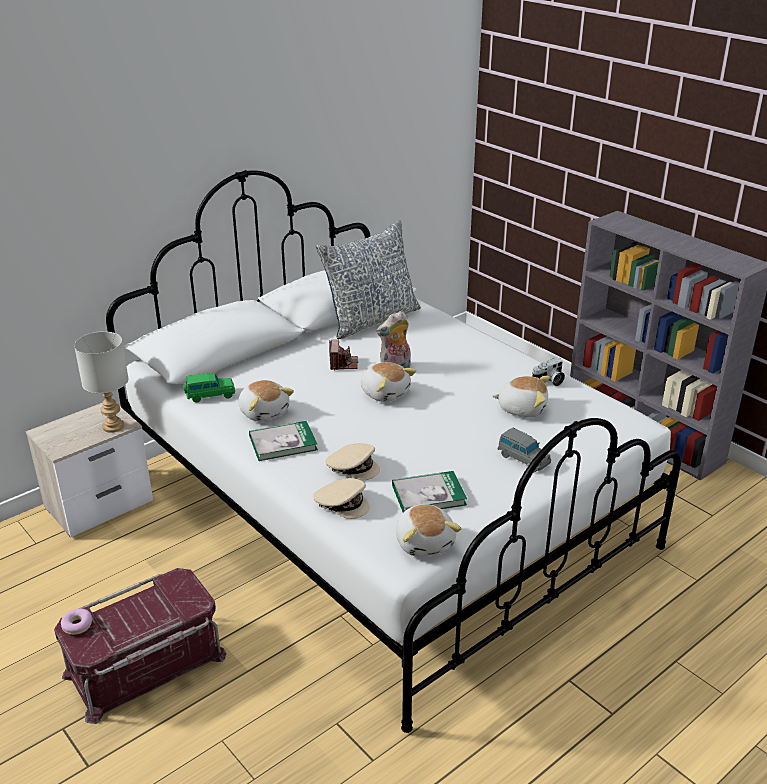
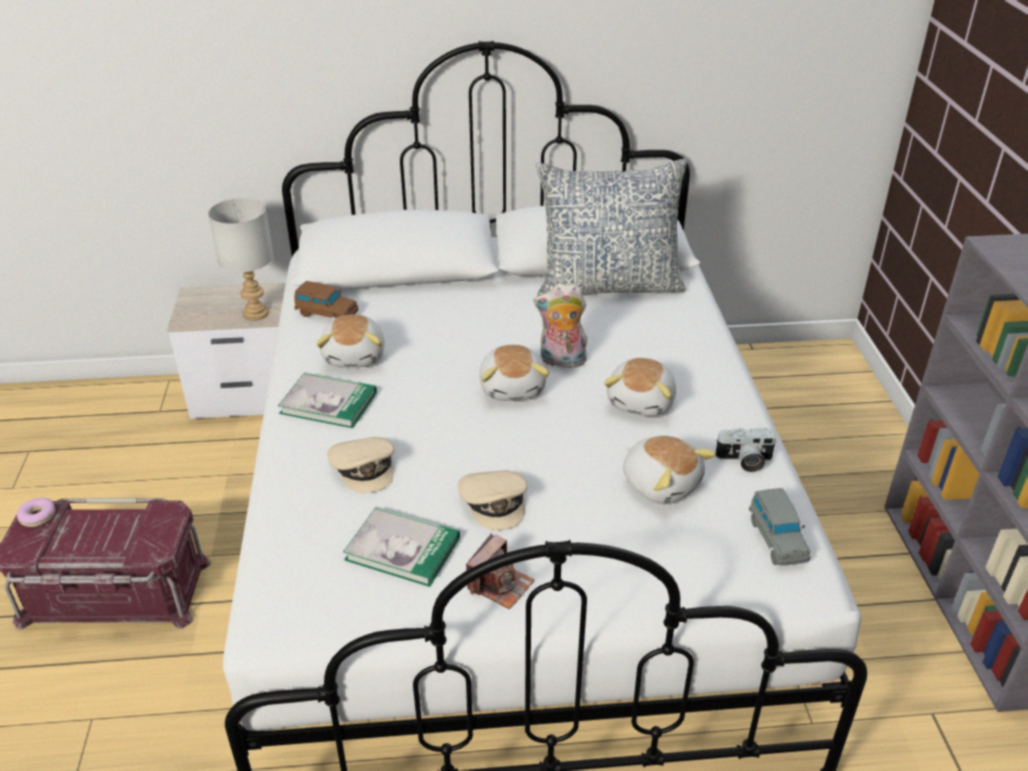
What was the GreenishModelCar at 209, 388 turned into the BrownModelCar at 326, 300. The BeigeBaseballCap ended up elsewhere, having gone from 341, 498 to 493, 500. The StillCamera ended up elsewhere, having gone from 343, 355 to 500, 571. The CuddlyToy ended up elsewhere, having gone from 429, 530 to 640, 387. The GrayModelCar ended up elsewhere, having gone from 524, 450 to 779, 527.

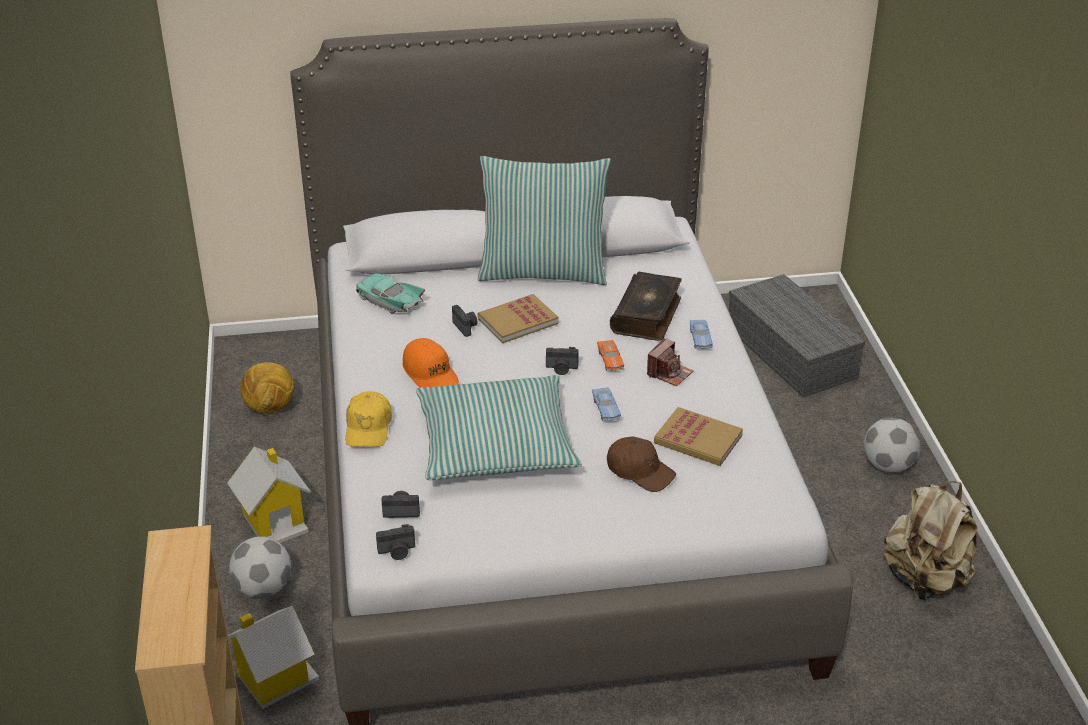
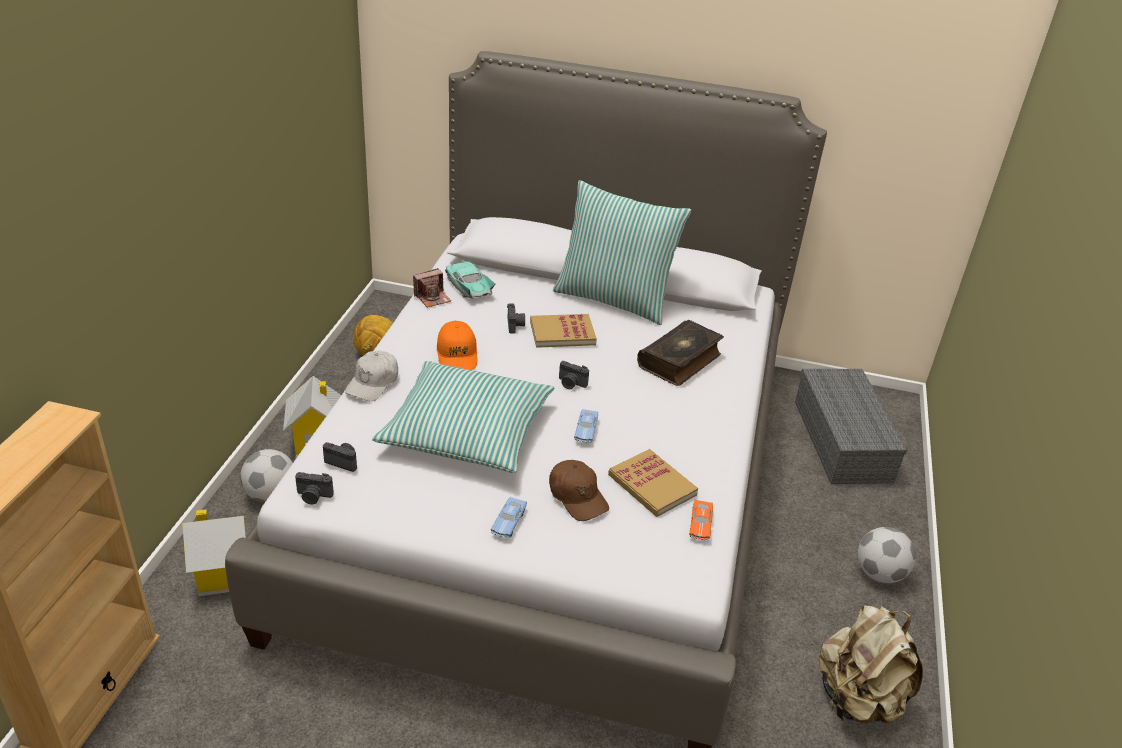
What was the YellowBaseballCap at 369, 419 turned into the WhiteBaseballCap at 371, 376. The StillCamera ended up elsewhere, having gone from 670, 362 to 432, 288. The BluishModelCar ended up elsewhere, having gone from 701, 334 to 509, 517. The OrangeyModelCar ended up elsewhere, having gone from 610, 355 to 701, 520.

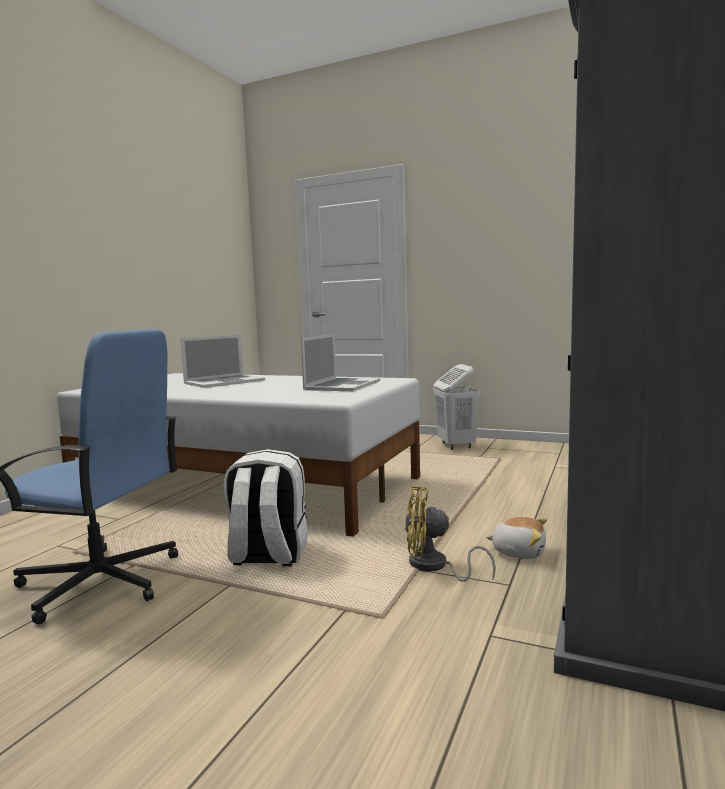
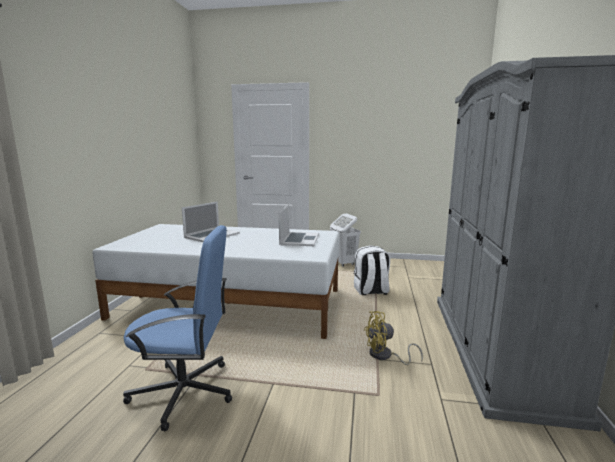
The WhiteKnapsack ended up elsewhere, having gone from 266, 508 to 372, 270. The second view lost the CuddlyToy at 516, 538.

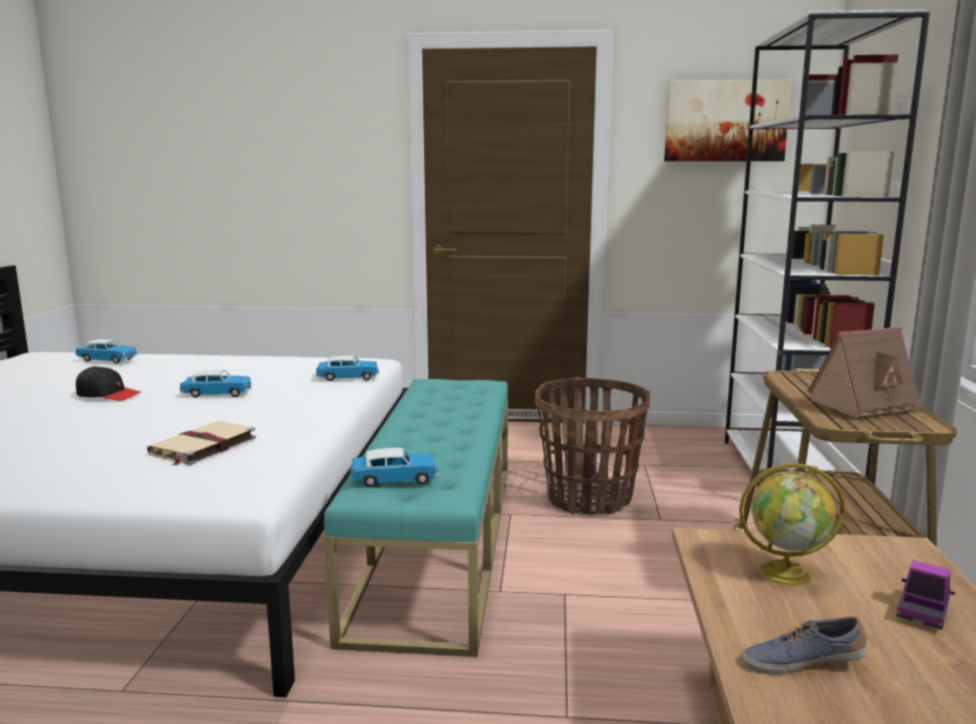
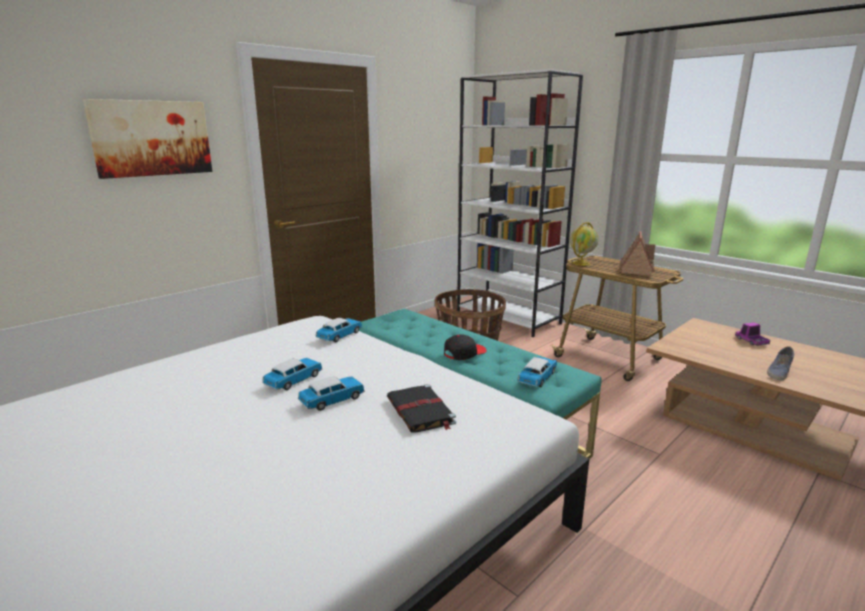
The WallPicture ended up elsewhere, having gone from 728, 120 to 147, 139. The ModelCar ended up elsewhere, having gone from 106, 351 to 331, 393. What was the BeigeVolume at 201, 443 turned into the BlackishVolume at 421, 408. The BlackishBaseballCap ended up elsewhere, having gone from 108, 383 to 465, 347. The DeskGlobe ended up elsewhere, having gone from 792, 525 to 584, 244.

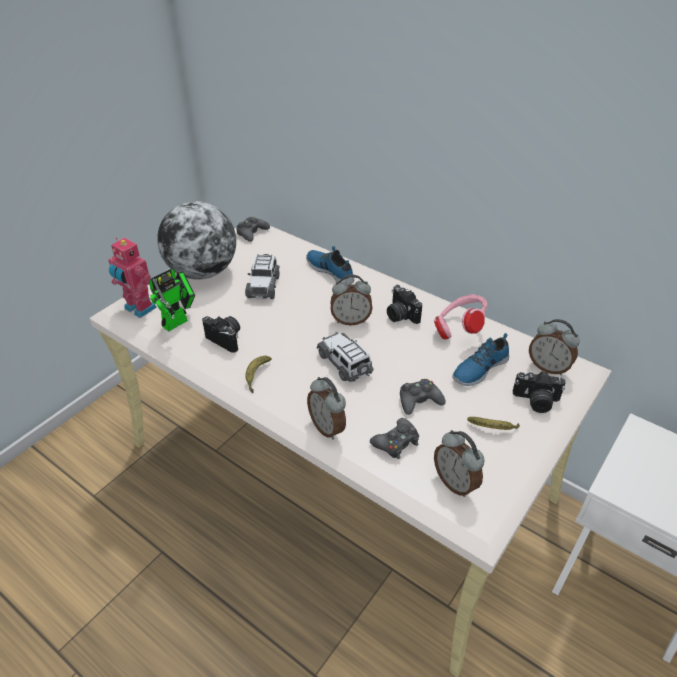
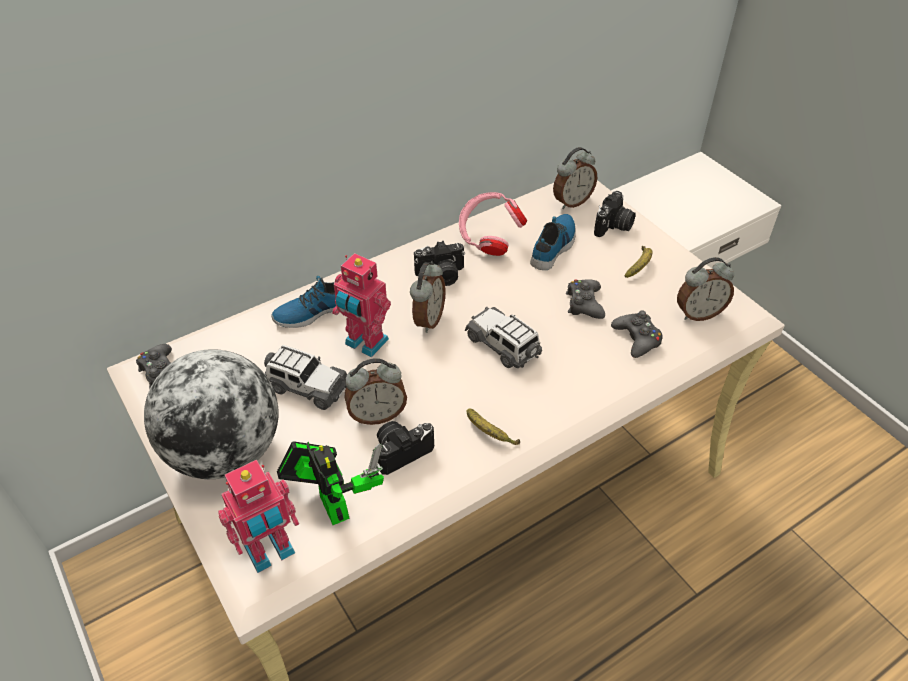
The second view gained the ToyRobot at 361, 305. The AlarmClock ended up elsewhere, having gone from 326, 408 to 375, 391. The ModelCar at 345, 357 ended up facing another way, 60 degrees clockwise from before. The LowShoe at 480, 359 ended up facing another way, 135 degrees counterclockwise from before.

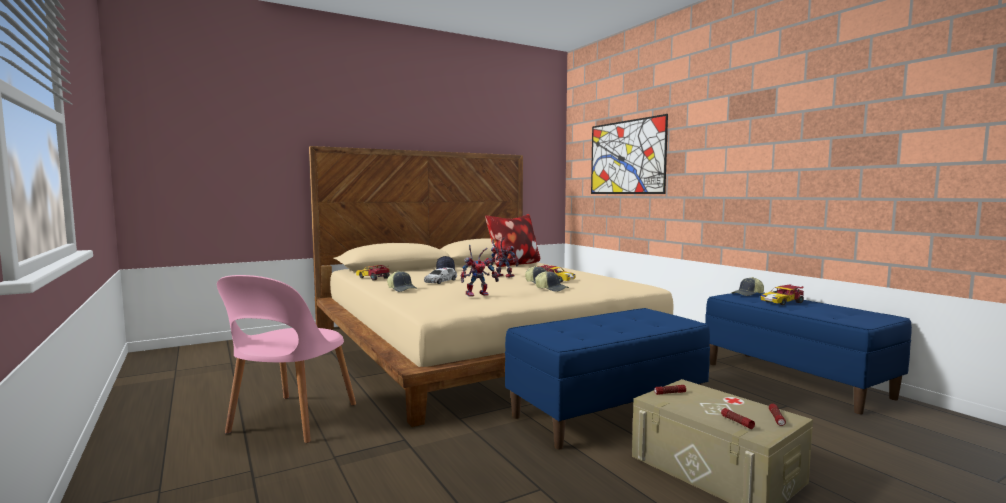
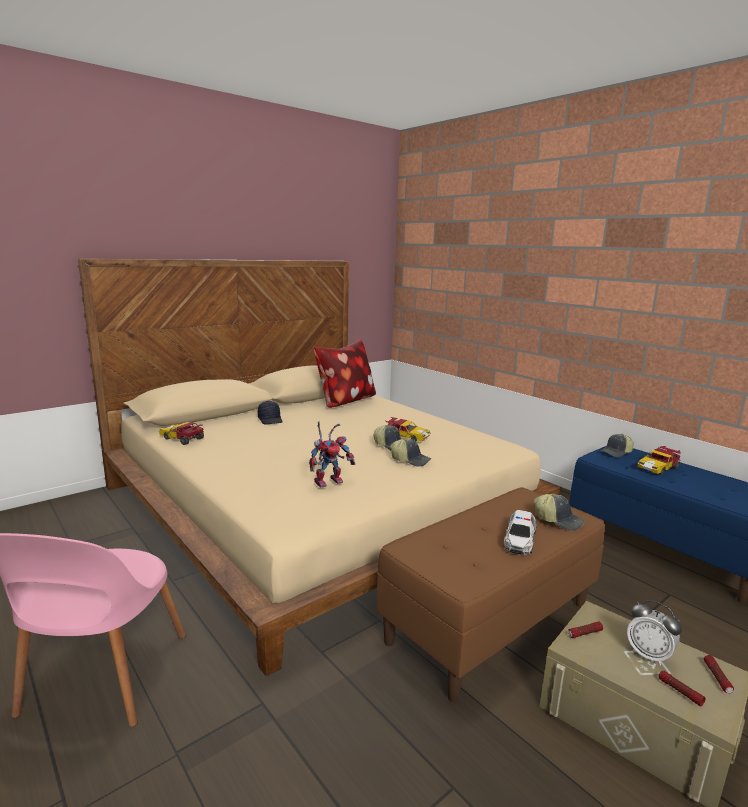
What was the BluishBench at 607, 378 turned into the BrownBench at 490, 594. The ModelCar ended up elsewhere, having gone from 440, 276 to 520, 532. The BaseballCap ended up elsewhere, having gone from 402, 281 to 559, 512. The second view gained the AlarmClock at 654, 633. The second view lost the ToyRobot at 504, 257. The second view lost the WallPicture at 629, 154.

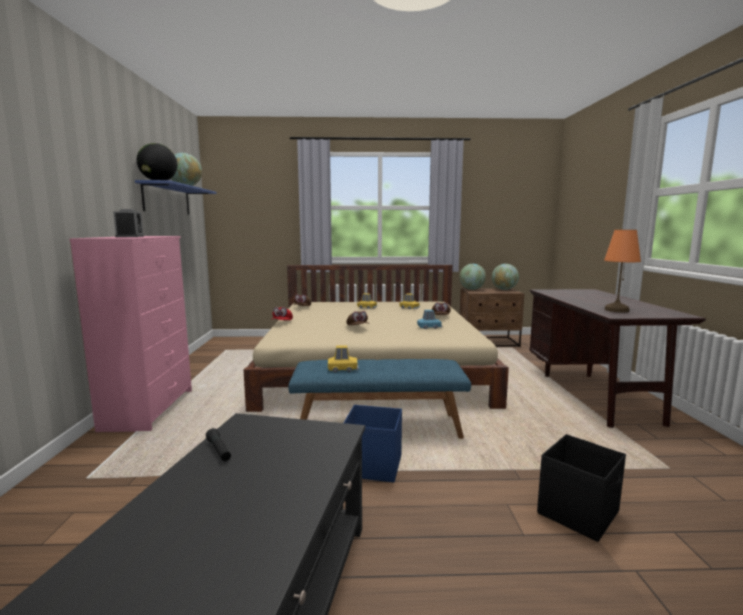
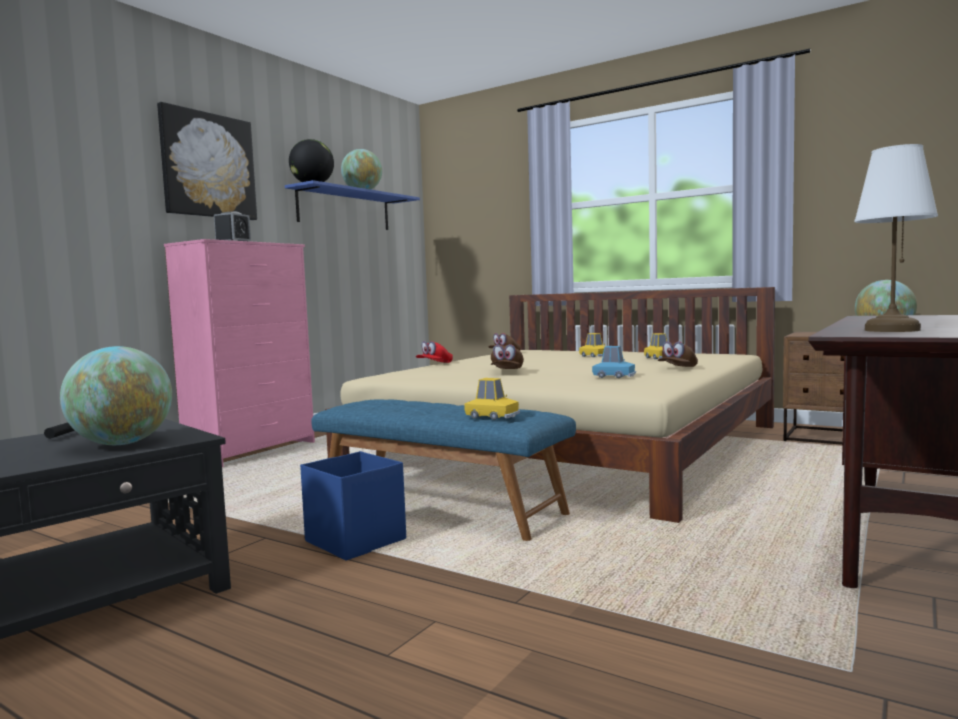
The DeskGlobe ended up elsewhere, having gone from 472, 277 to 116, 395. The second view gained the WallPicture at 207, 161. The YellowModelCar ended up elsewhere, having gone from 343, 358 to 492, 399. What was the OrangeyTabletopLamp at 622, 271 turned into the WhiteTabletopLamp at 896, 238. The second view lost the BlackishStorageBin at 581, 488.

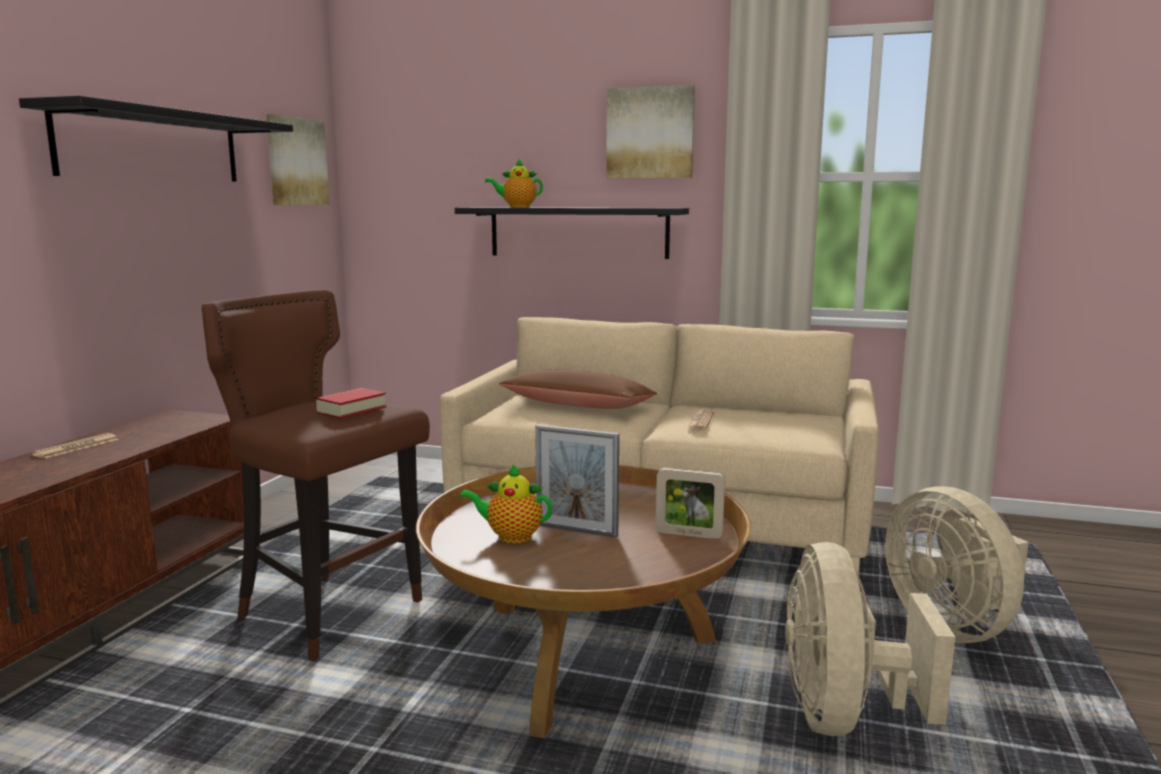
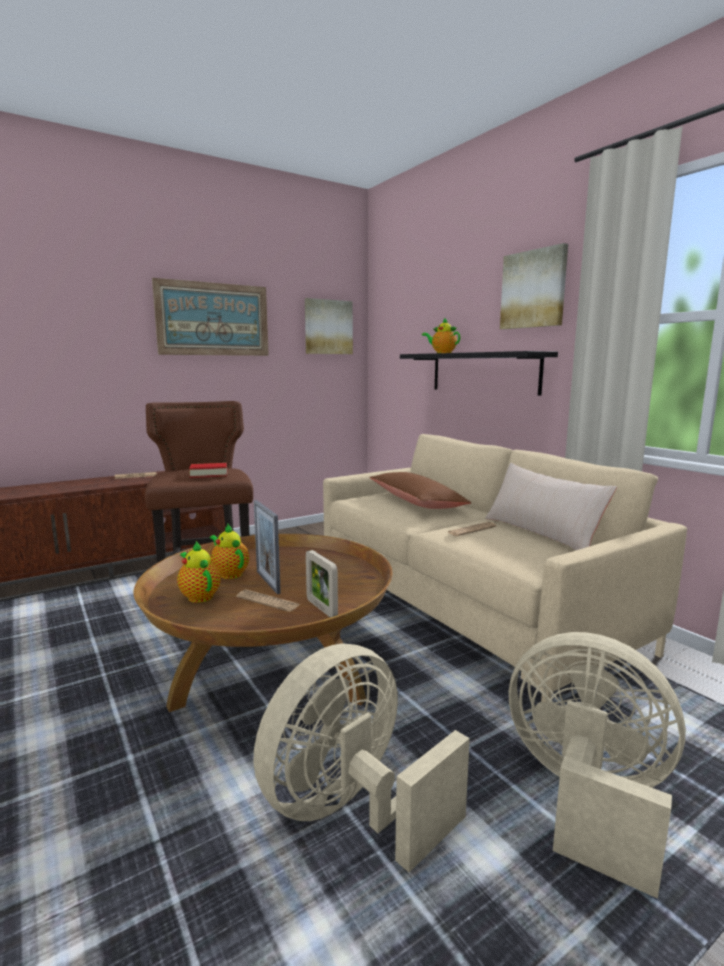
Where the BlackishShelf hung at 156, 139, the WallPicture came to hang at 210, 317. The second view gained the TeaPot at 199, 572. The second view gained the DailyPaper at 267, 601. The second view gained the BeigePillow at 551, 506. The BeigeFan at 957, 564 ended up facing another way, 105 degrees clockwise from before.

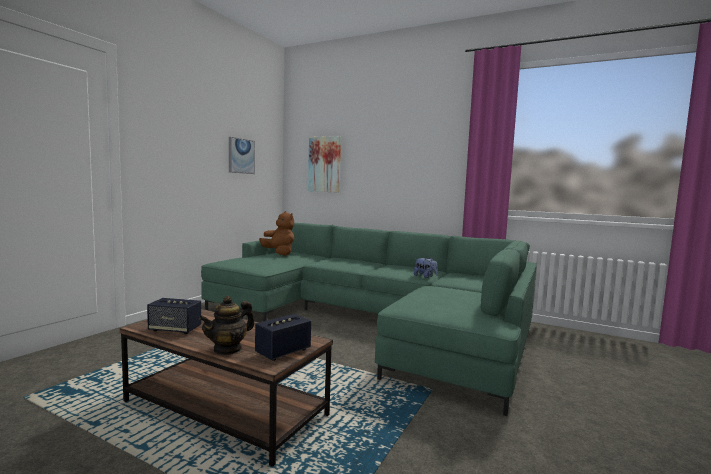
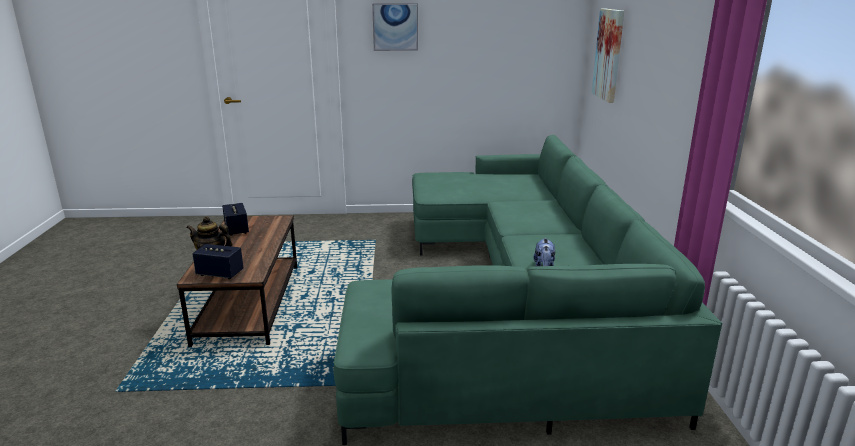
The WallPicture ended up elsewhere, having gone from 242, 155 to 395, 27. The second view lost the BrownCuddlyToy at 276, 233.

